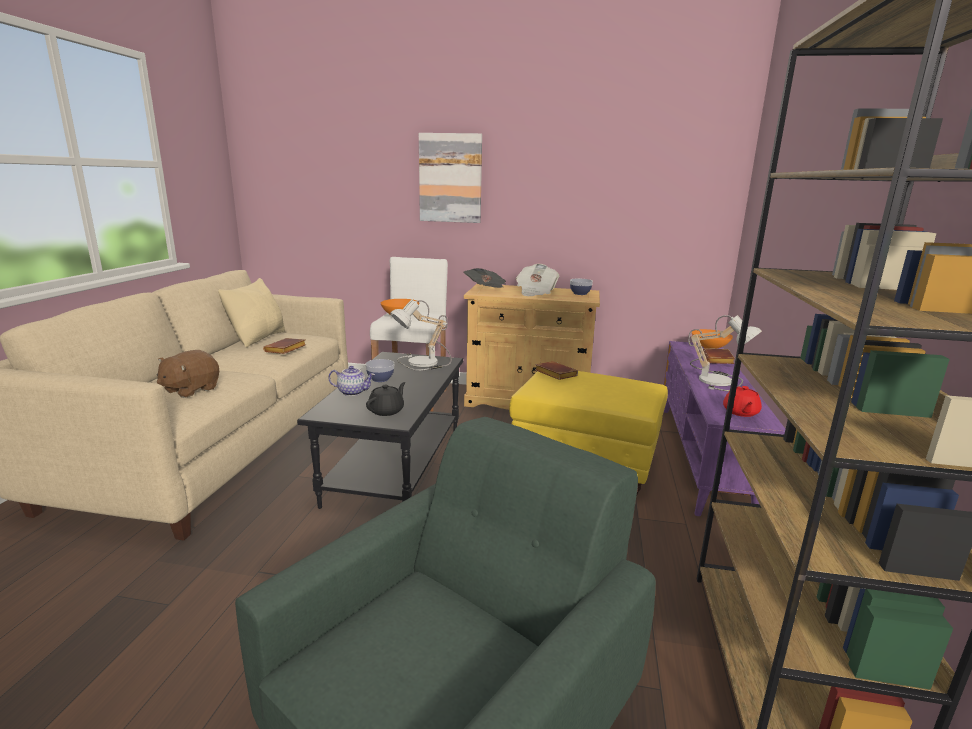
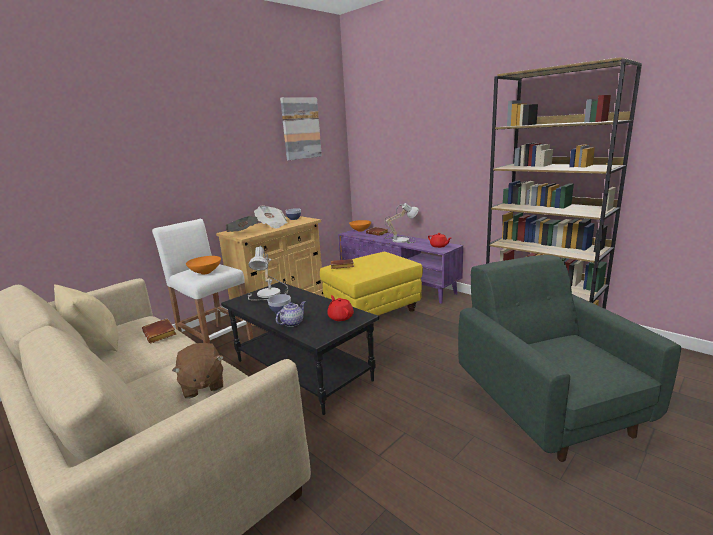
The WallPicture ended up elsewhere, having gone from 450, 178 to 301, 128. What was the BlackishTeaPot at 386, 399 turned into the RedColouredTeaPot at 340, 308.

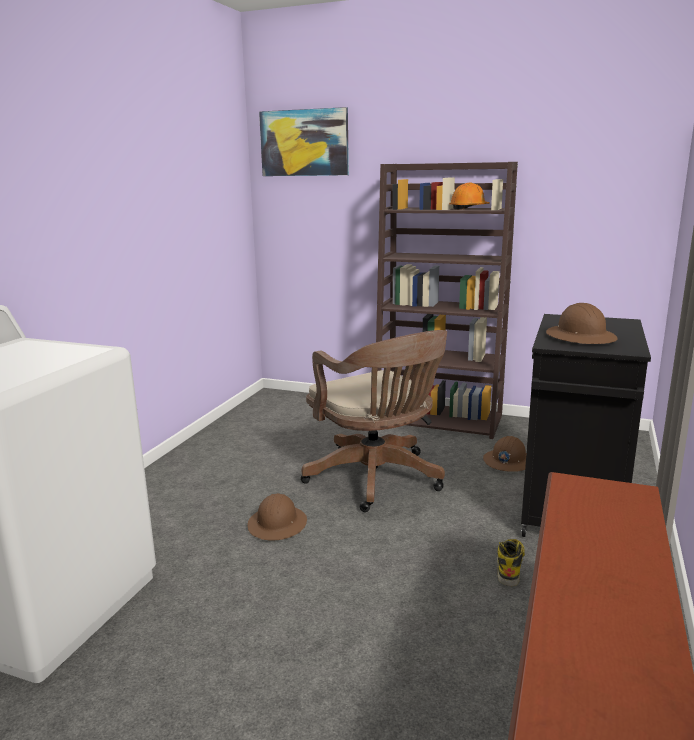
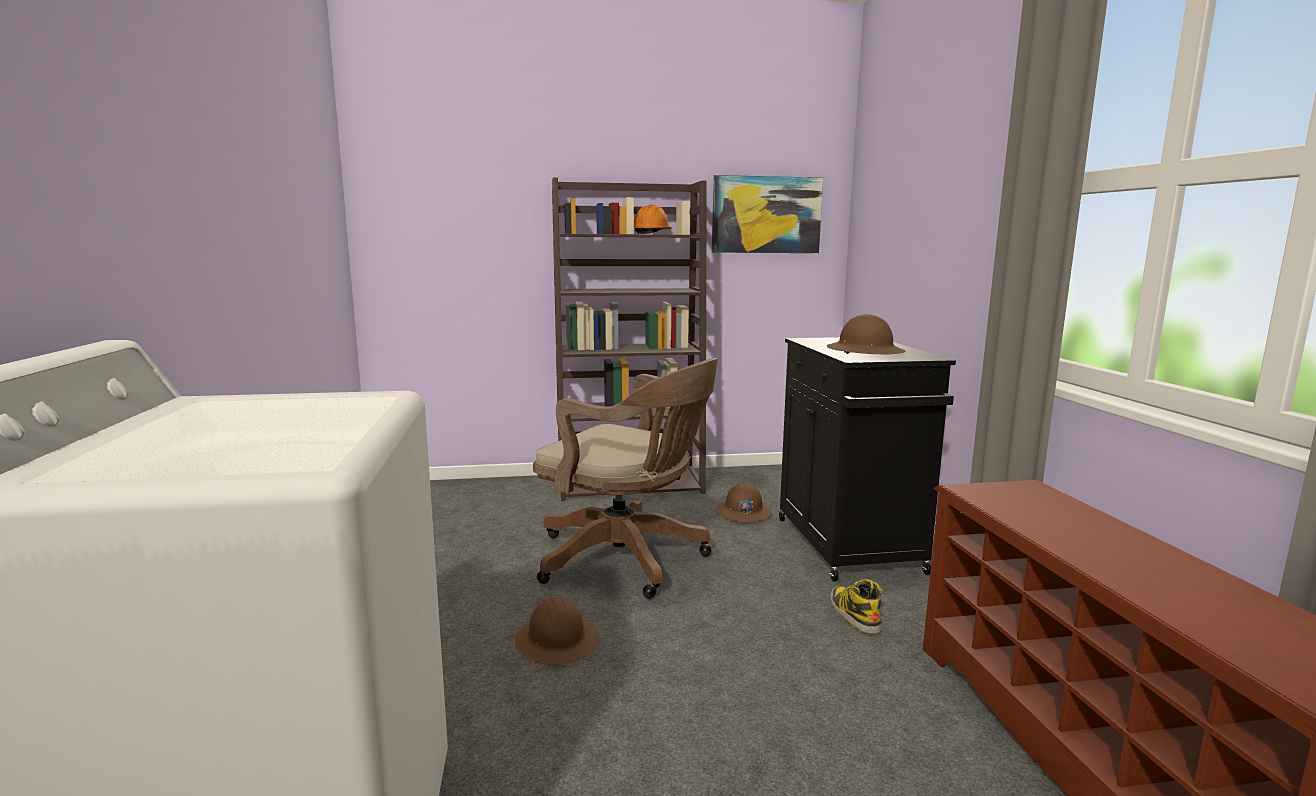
The WallPicture ended up elsewhere, having gone from 304, 141 to 767, 214.

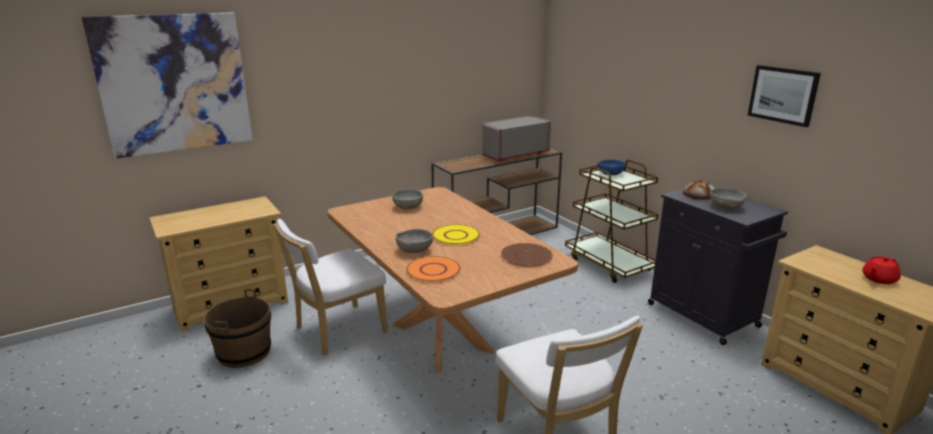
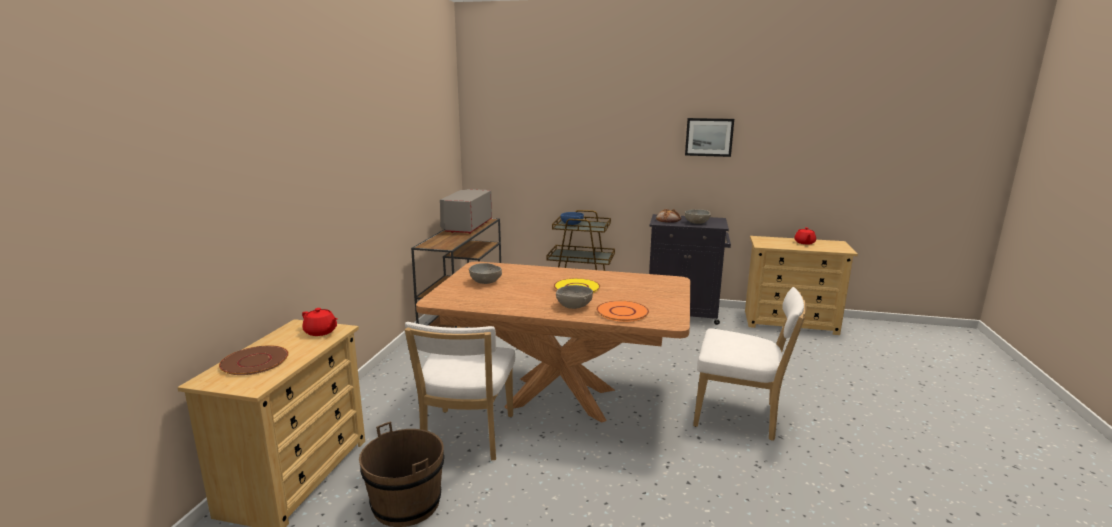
The BrownDinnerPlate ended up elsewhere, having gone from 527, 255 to 254, 360. The second view gained the RedColouredTeaPot at 320, 322. The second view lost the WallPicture at 167, 86.

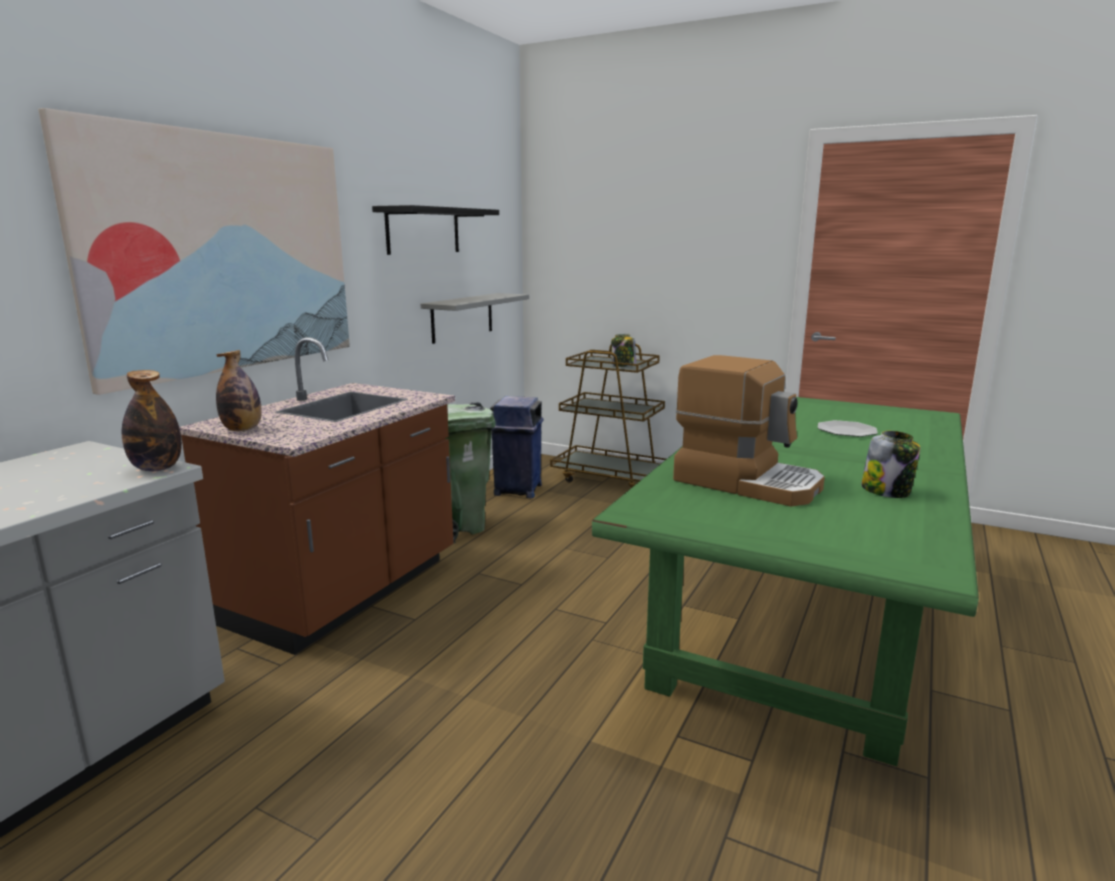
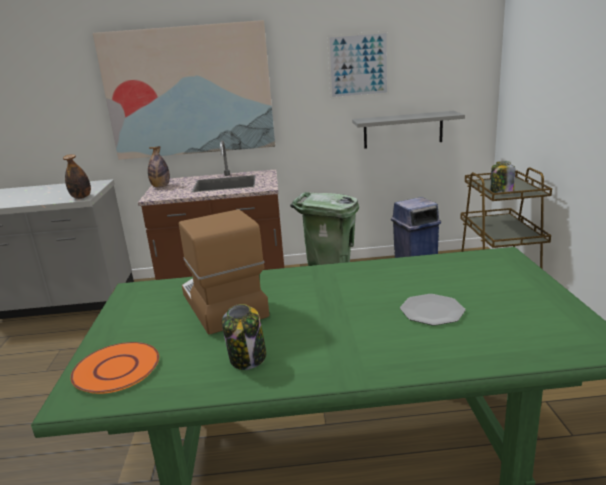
The second view gained the OrangeyDinnerPlate at 114, 368. The CoffeeMachine at 749, 430 ended up facing another way, 150 degrees clockwise from before. Where the BlackishShelf hung at 435, 230, the WallPicture came to hang at 358, 65.

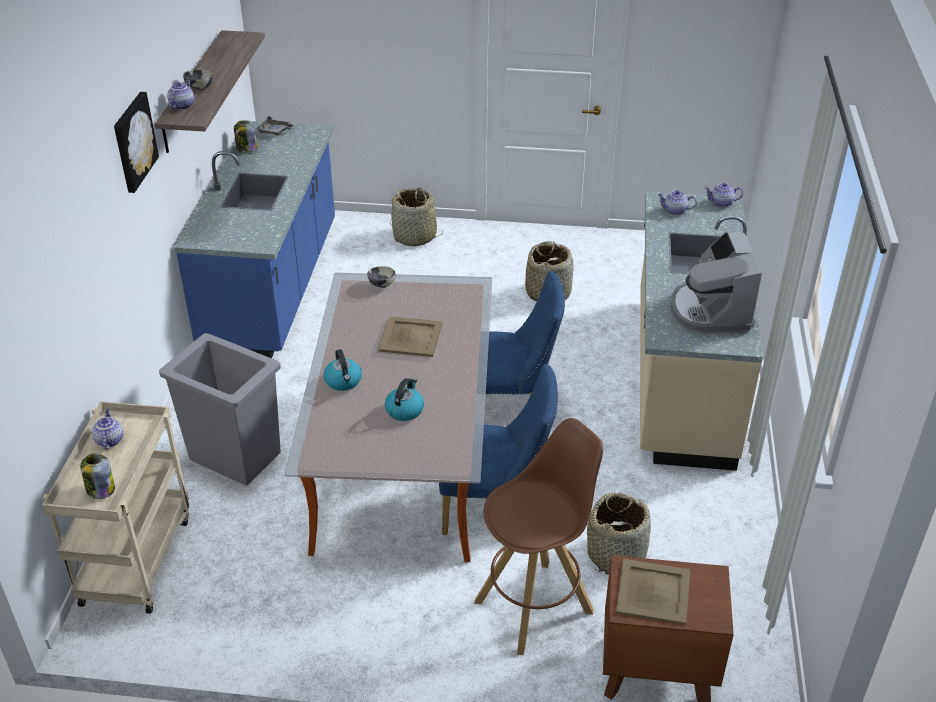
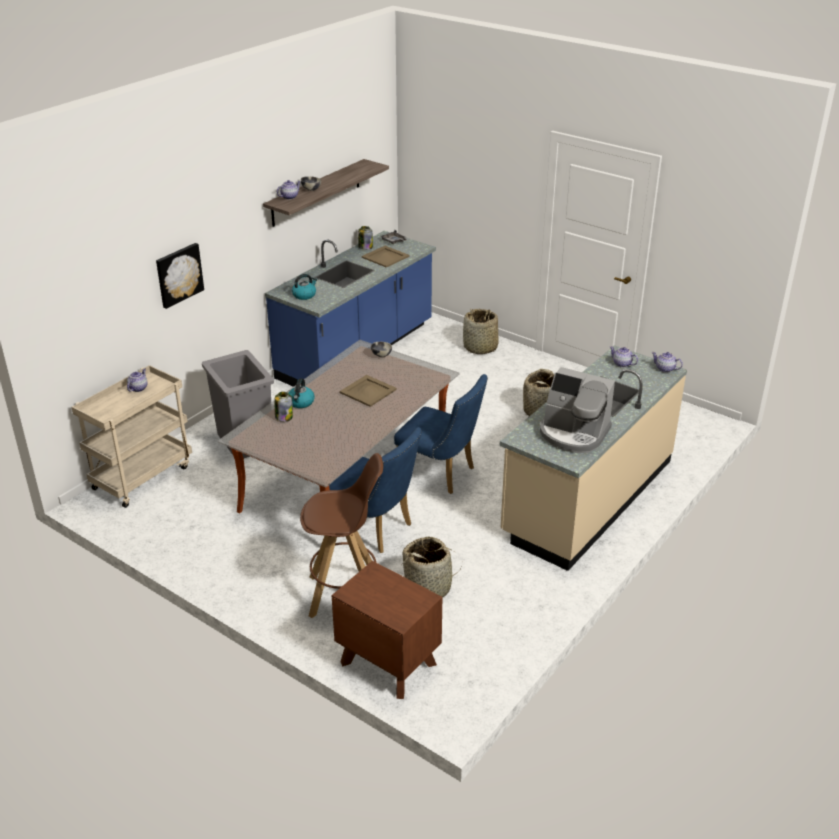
The WallPicture ended up elsewhere, having gone from 136, 142 to 180, 276. The PreserveJar ended up elsewhere, having gone from 97, 476 to 283, 407. The Kettle ended up elsewhere, having gone from 404, 399 to 304, 287. The BeigeCarryingTray ended up elsewhere, having gone from 653, 592 to 385, 257. The CoffeeMachine at 716, 282 ended up facing another way, 90 degrees counterclockwise from before.

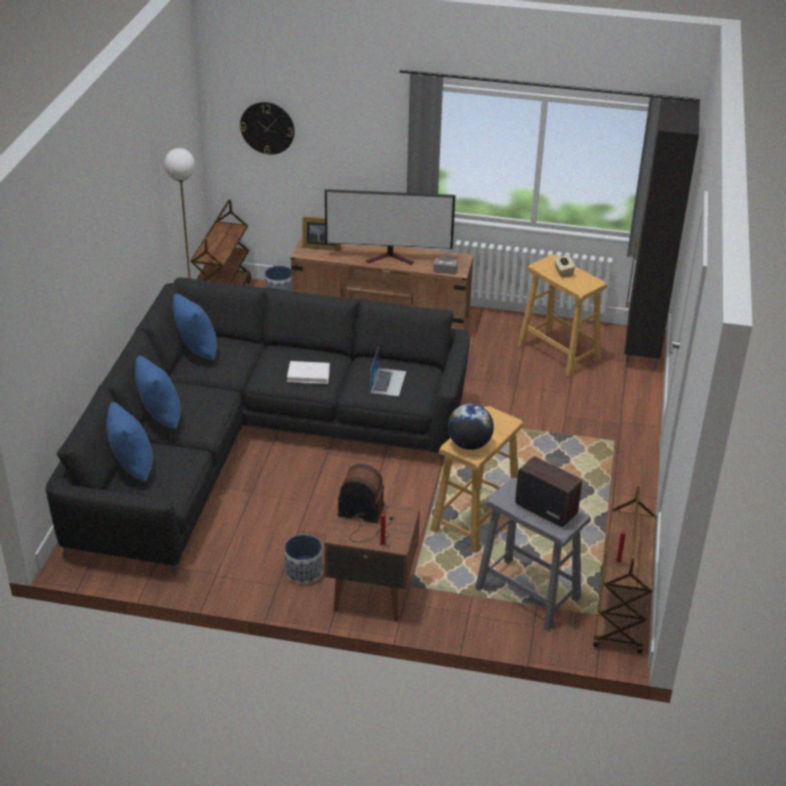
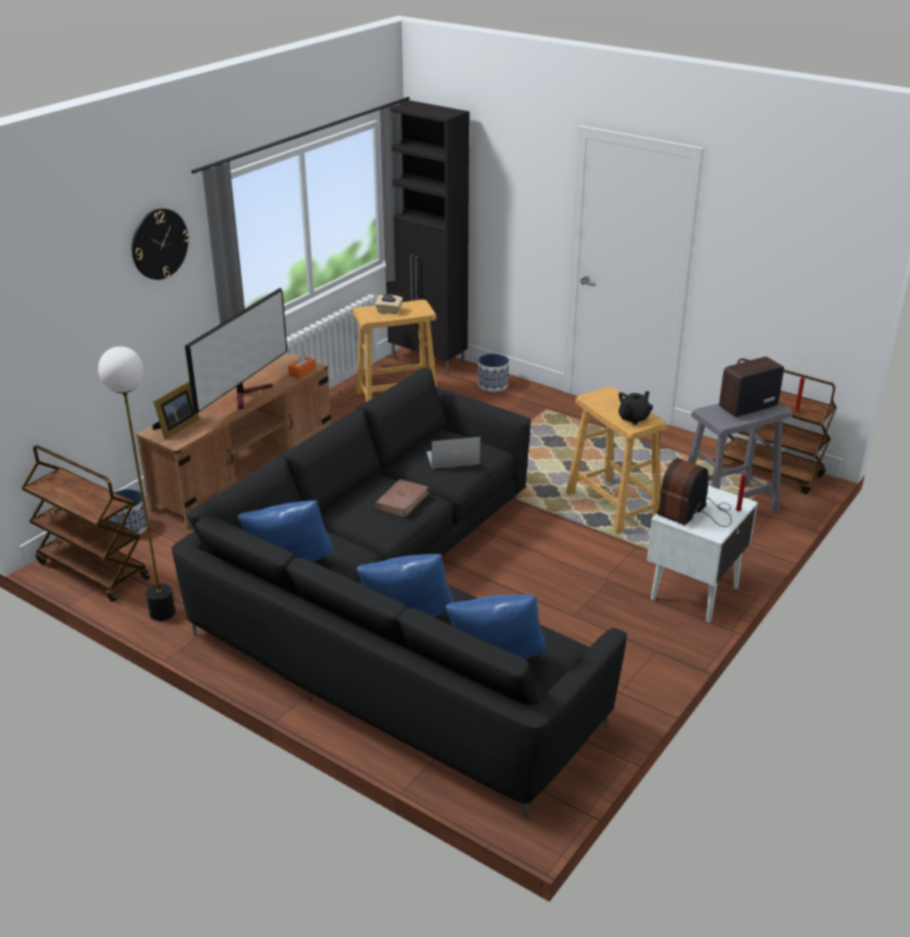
The WallClock ended up elsewhere, having gone from 267, 128 to 161, 244. What was the GrayTissueHolder at 445, 264 turned into the OrangeyTissueHolder at 302, 366. What was the WhiteVolume at 308, 372 turned into the BrownVolume at 402, 498. The NotebookComputer at 388, 371 ended up facing another way, 45 degrees counterclockwise from before. The Planter ended up elsewhere, having gone from 303, 559 to 493, 372. Where the DeskGlobe stood at 471, 427, the BlackishTeaPot came to stand at 636, 408. What was the BrownNightTable at 372, 562 turned into the WhiteNightTable at 702, 553.

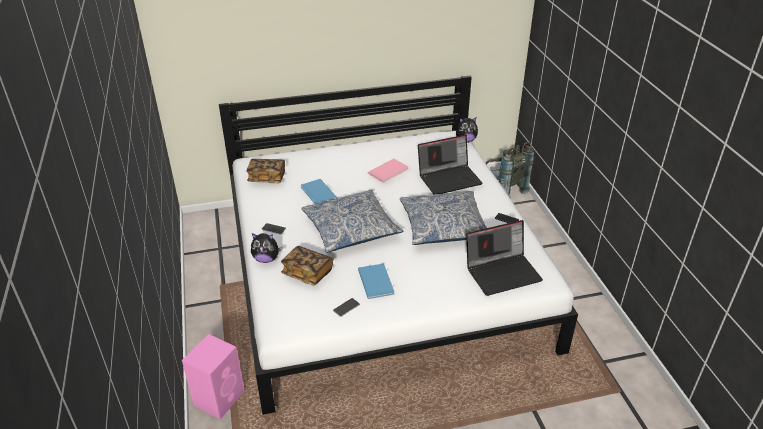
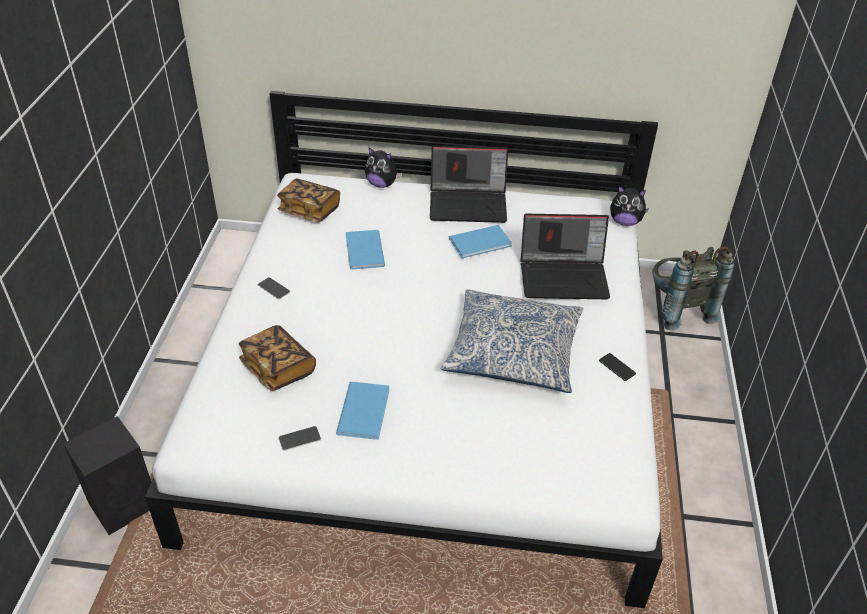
What was the PinkishAudioSpeaker at 213, 377 turned into the BlackishAudioSpeaker at 107, 475. The CuddlyToy ended up elsewhere, having gone from 267, 248 to 383, 167. The NotebookComputer ended up elsewhere, having gone from 504, 258 to 469, 184. What was the PinkishVolume at 388, 171 turned into the BluishVolume at 480, 241. The second view lost the Pillow at 352, 221.

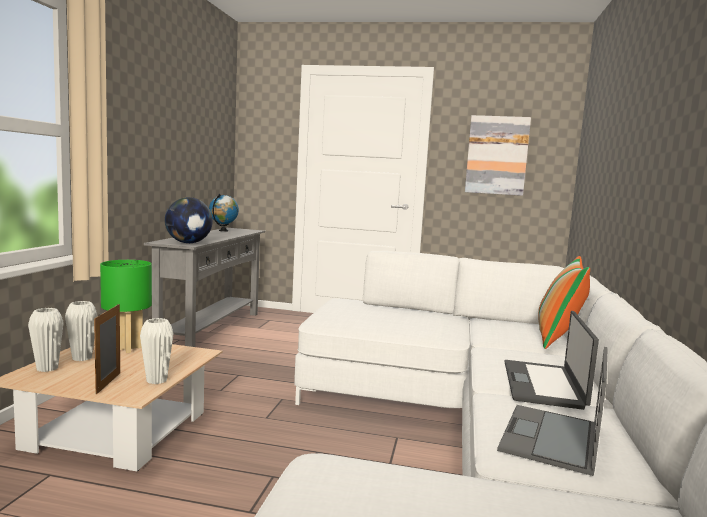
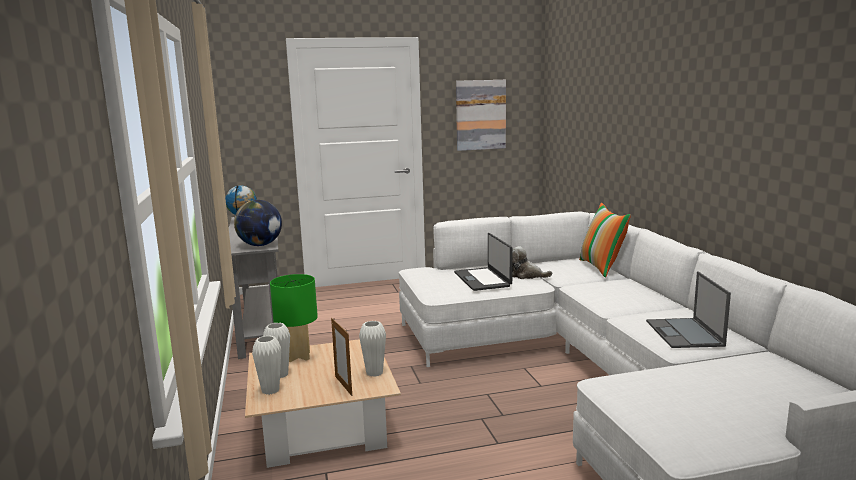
The NotebookComputer ended up elsewhere, having gone from 552, 360 to 483, 262. The second view gained the CuddlyToy at 532, 262.

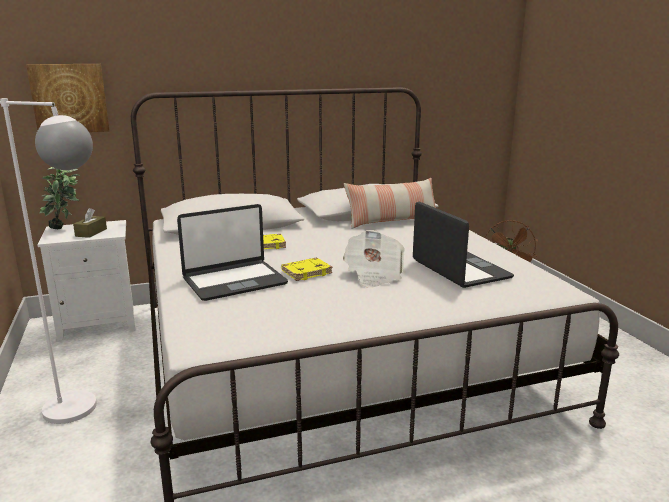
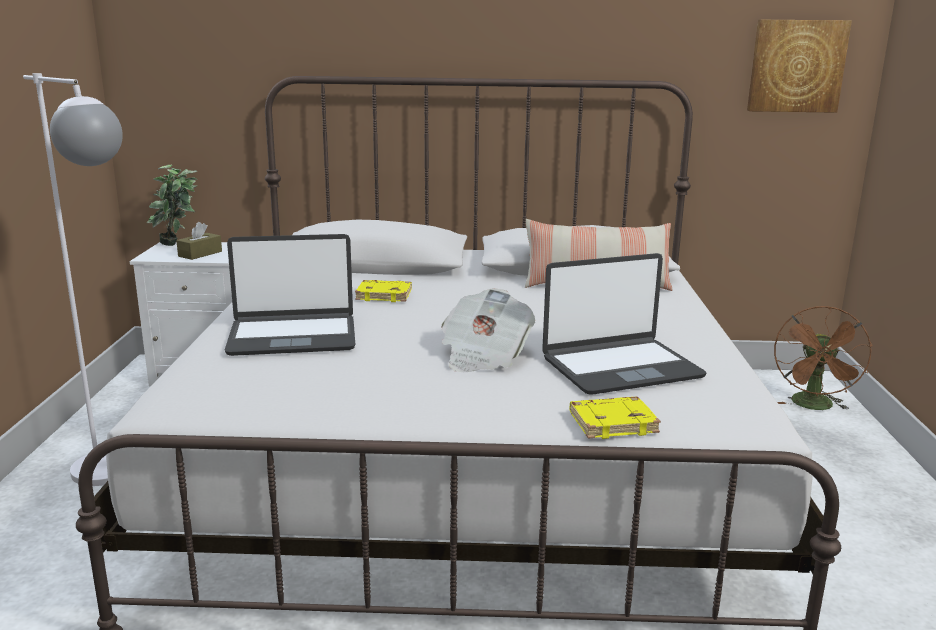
The NotebookComputer at 463, 244 ended up facing another way, 75 degrees clockwise from before. The YellowVolume ended up elsewhere, having gone from 306, 269 to 615, 418. The WallPicture ended up elsewhere, having gone from 68, 98 to 799, 66.

